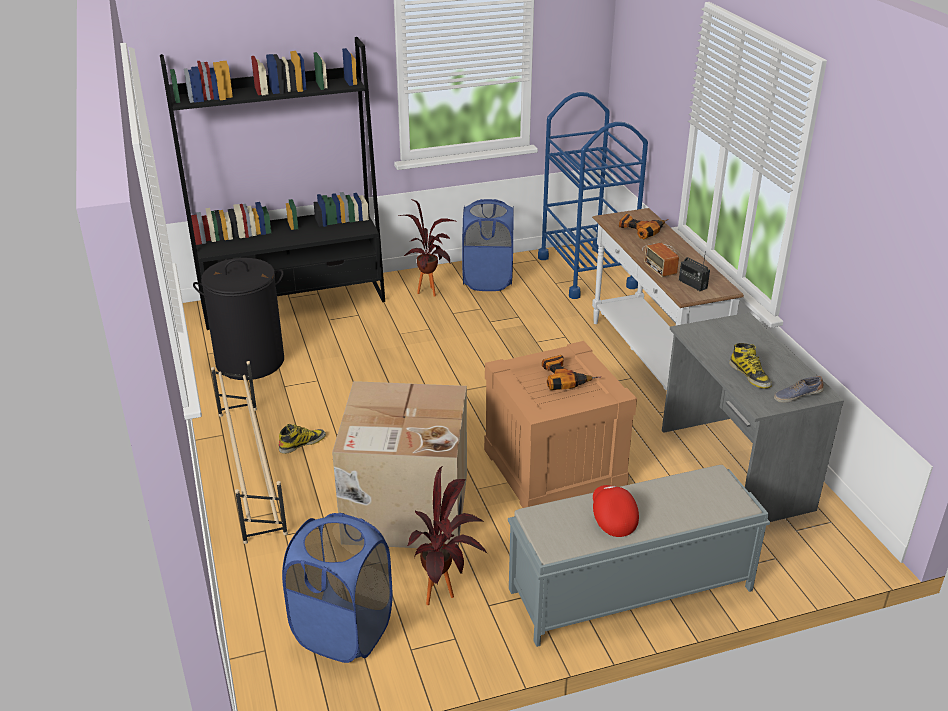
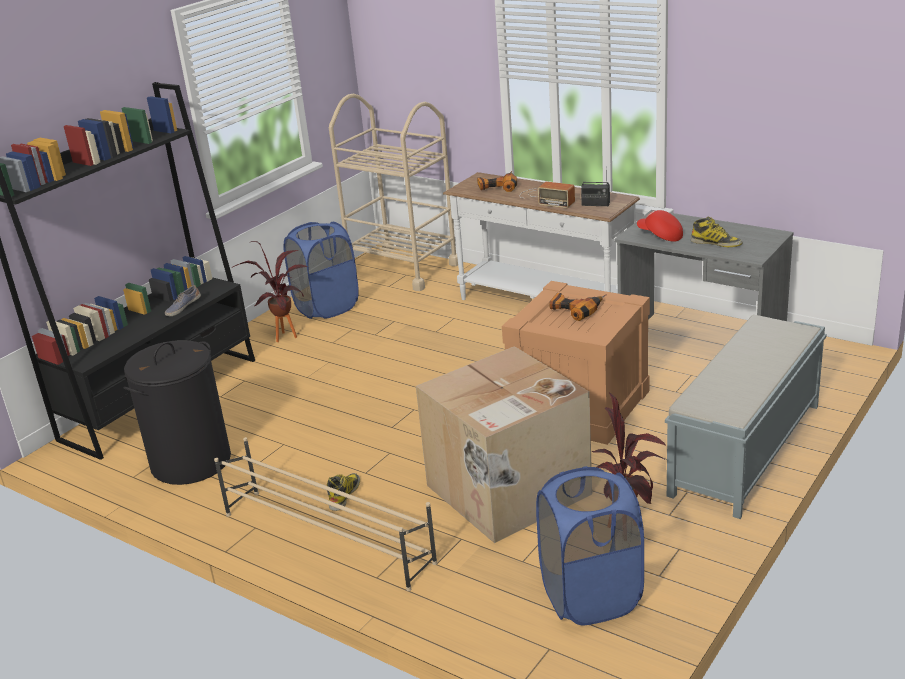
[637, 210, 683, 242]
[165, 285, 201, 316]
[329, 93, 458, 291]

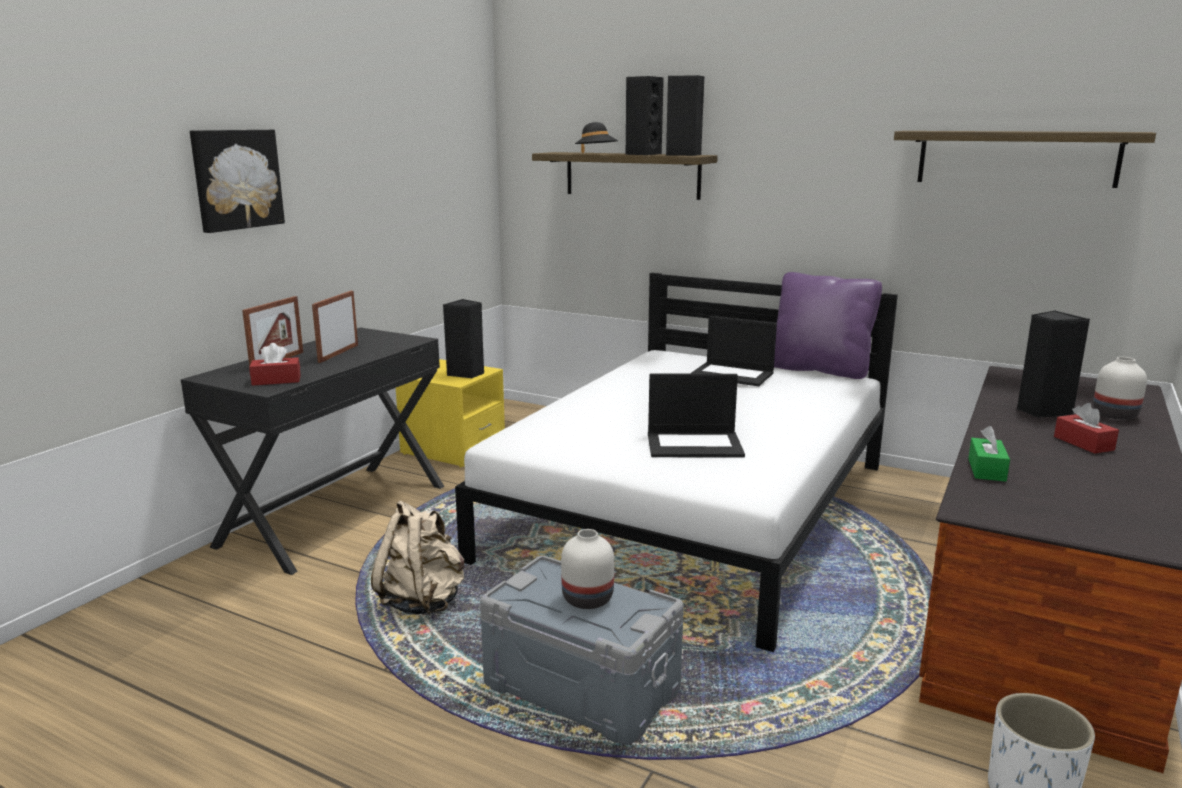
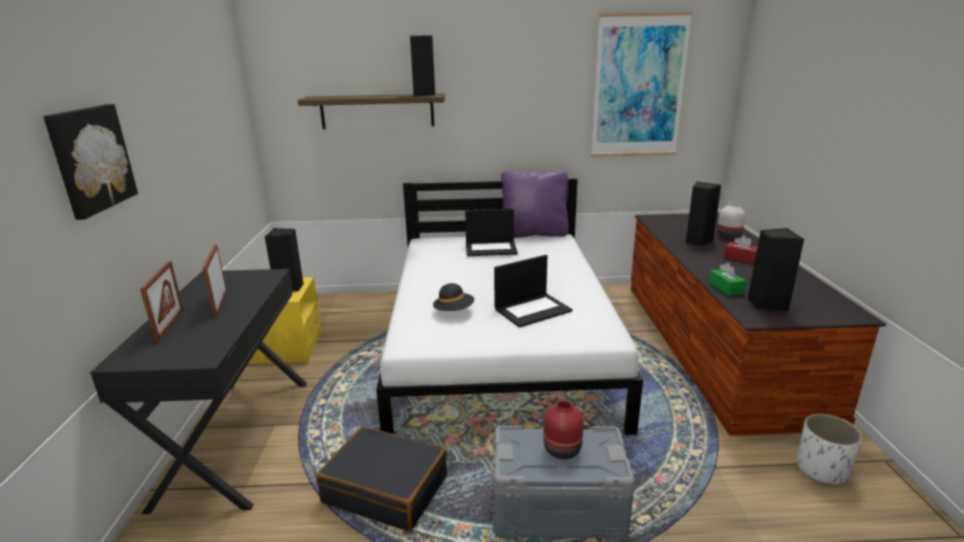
[249, 343, 301, 386] (first image)
[433, 283, 474, 311]
[748, 228, 804, 311]
[316, 426, 447, 531]
[591, 12, 693, 157]
[543, 401, 584, 459]

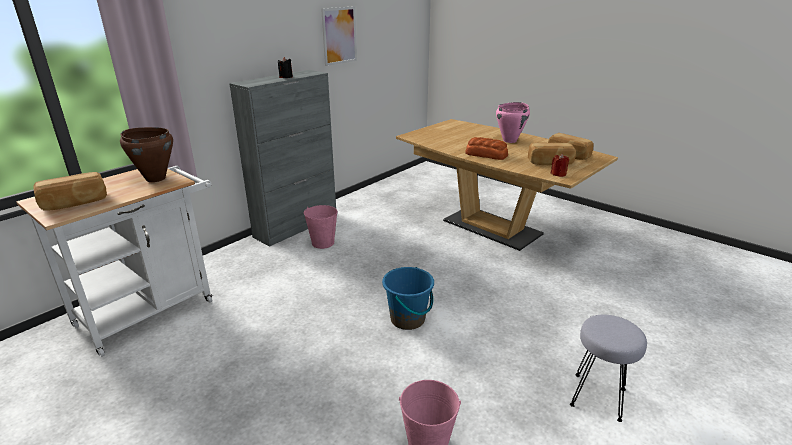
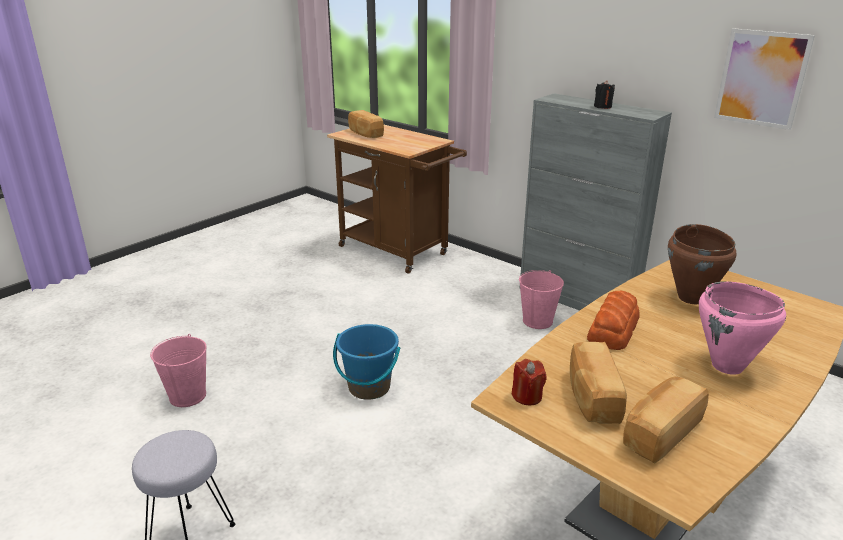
[668, 224, 737, 304]
[327, 125, 467, 274]

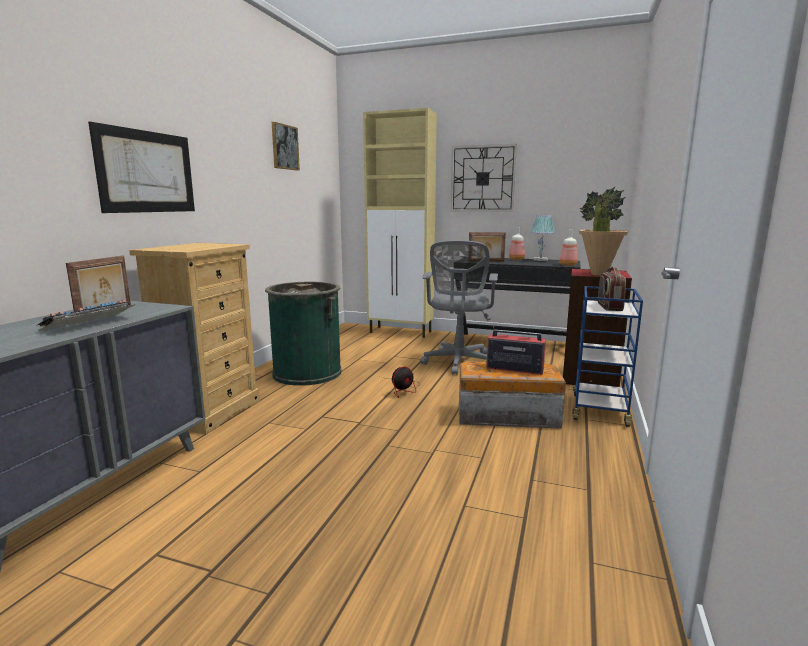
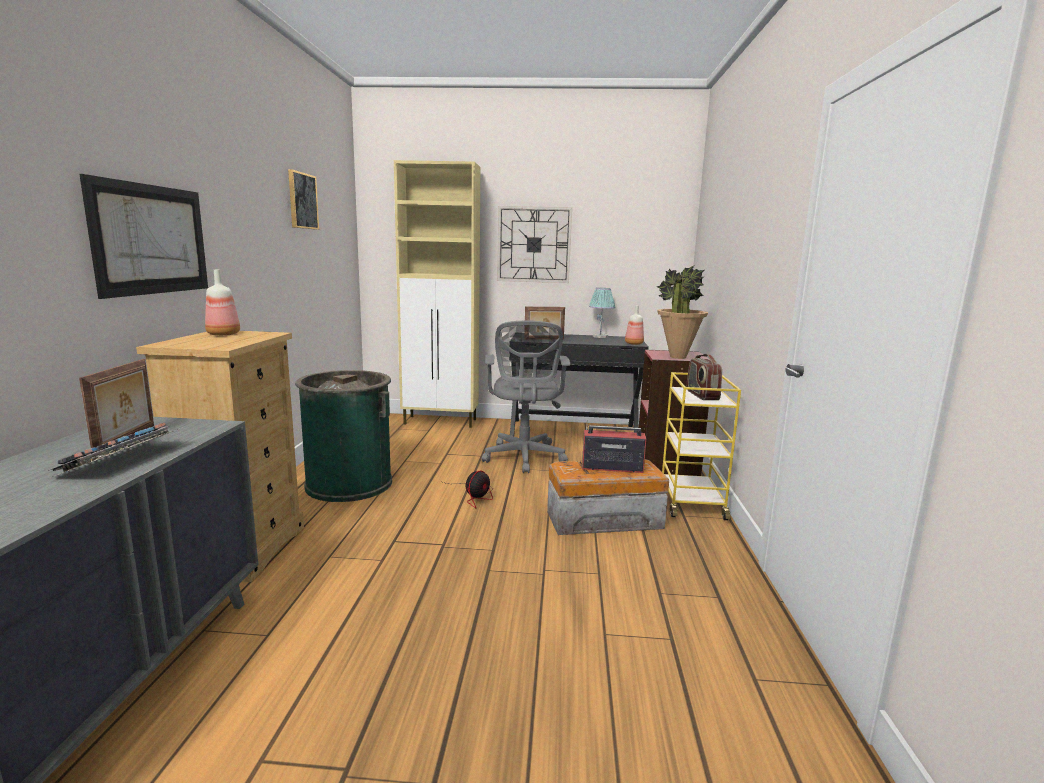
[205, 270, 240, 336]
[662, 372, 741, 520]

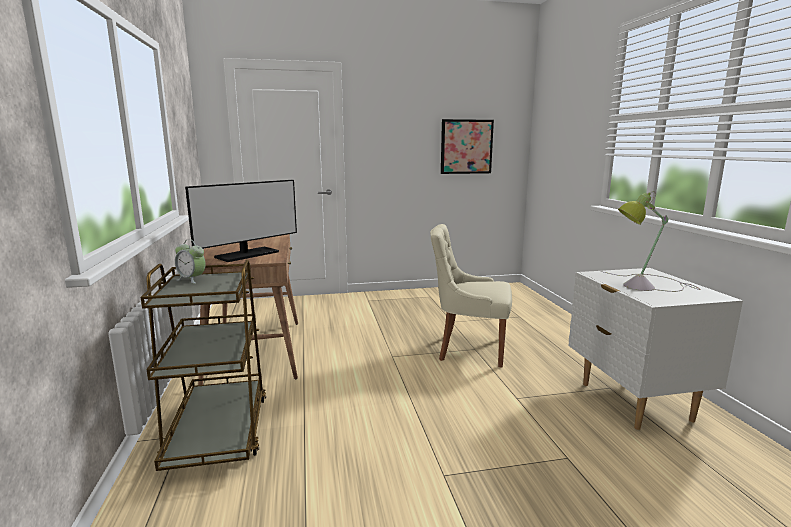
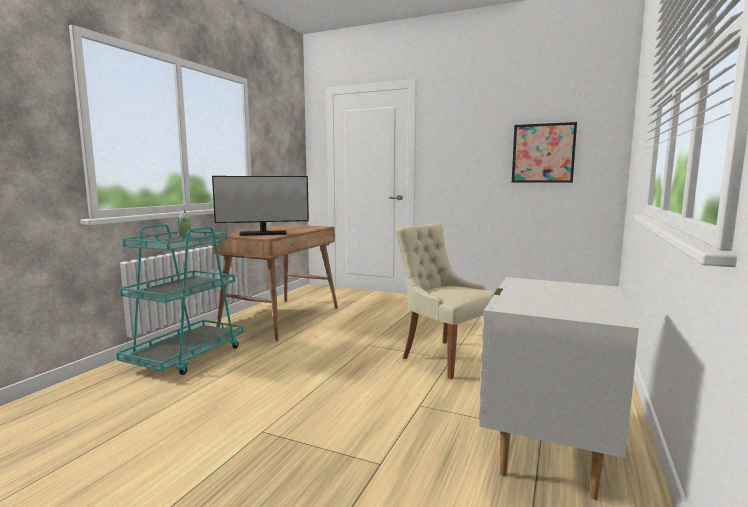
[600, 191, 700, 292] (first image)
[116, 224, 244, 375]

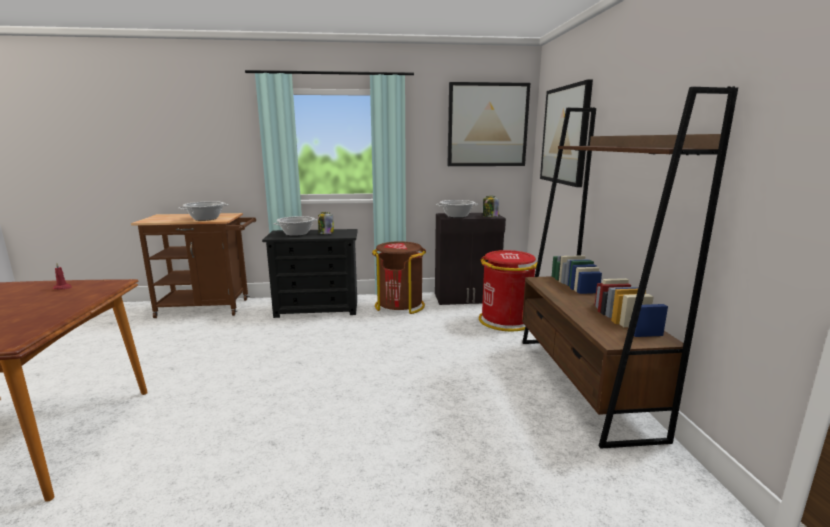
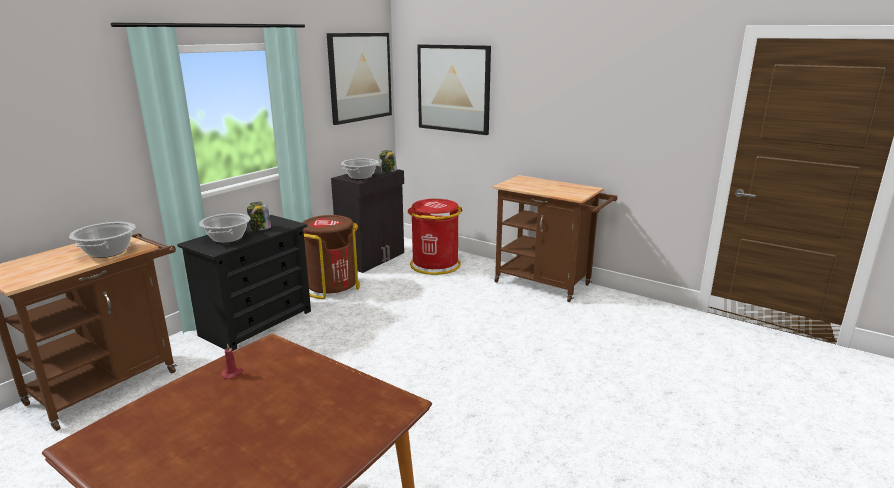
[493, 175, 617, 302]

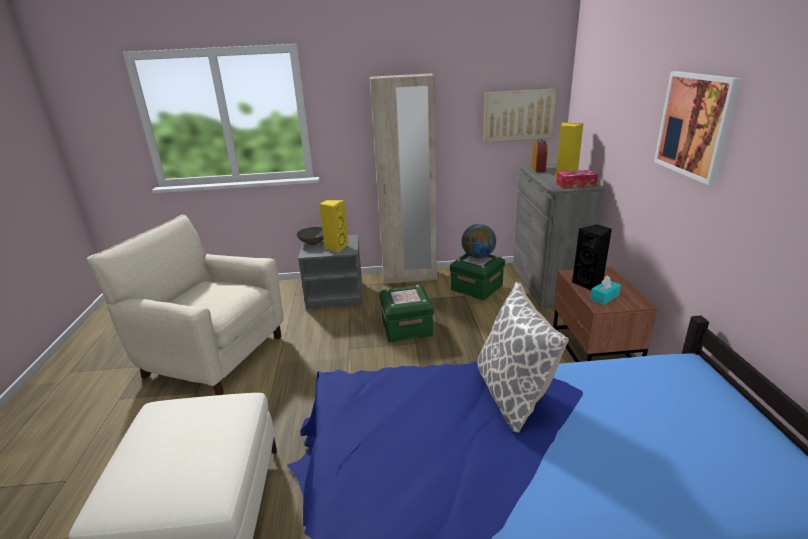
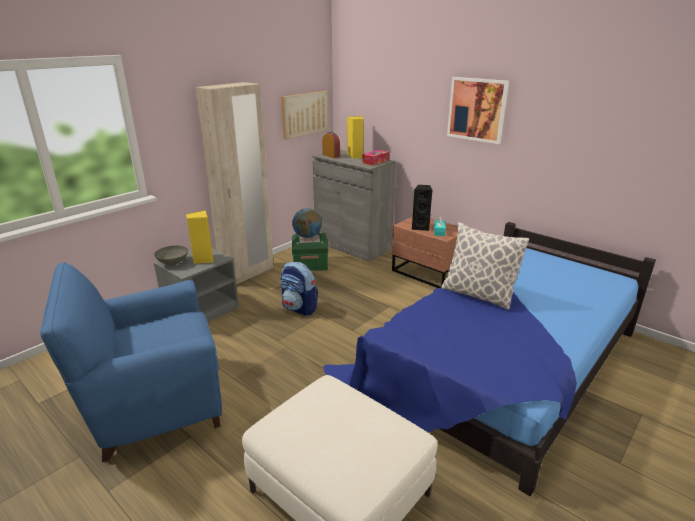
[280, 262, 318, 316]
[40, 262, 222, 462]

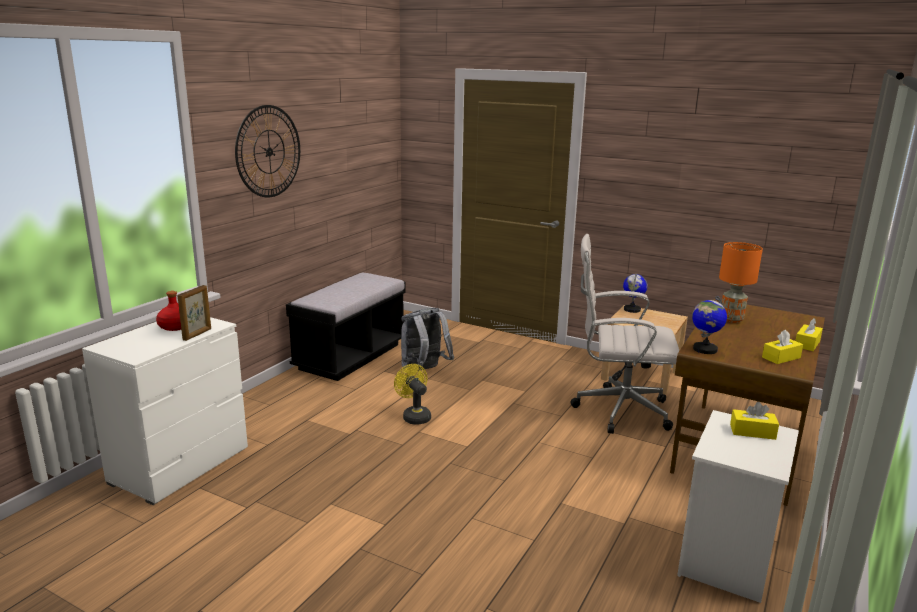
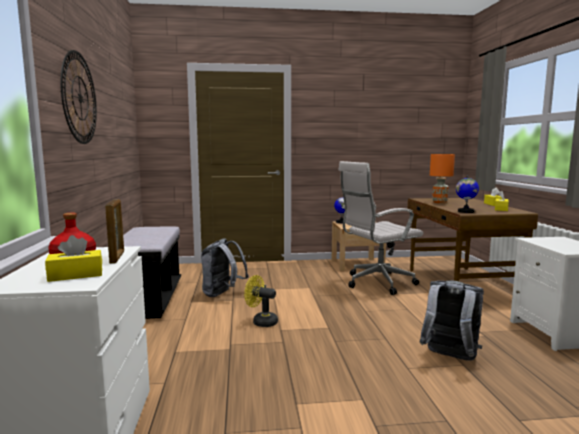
[420, 280, 484, 361]
[45, 235, 102, 282]

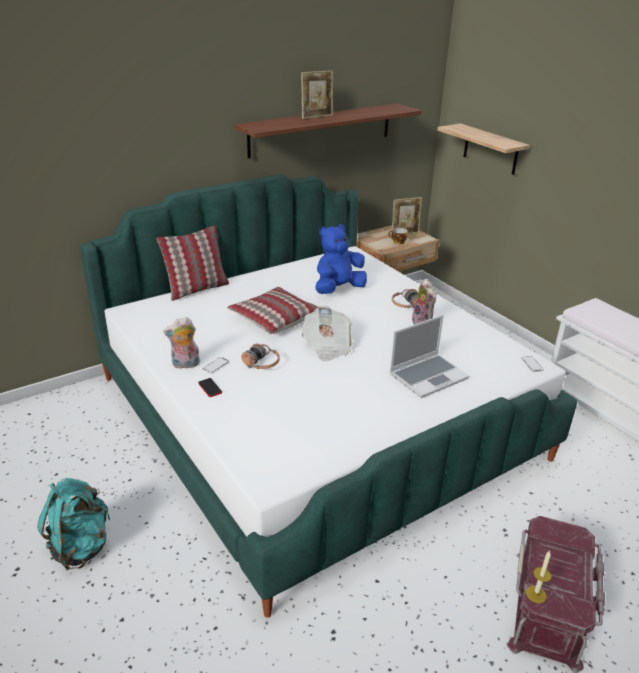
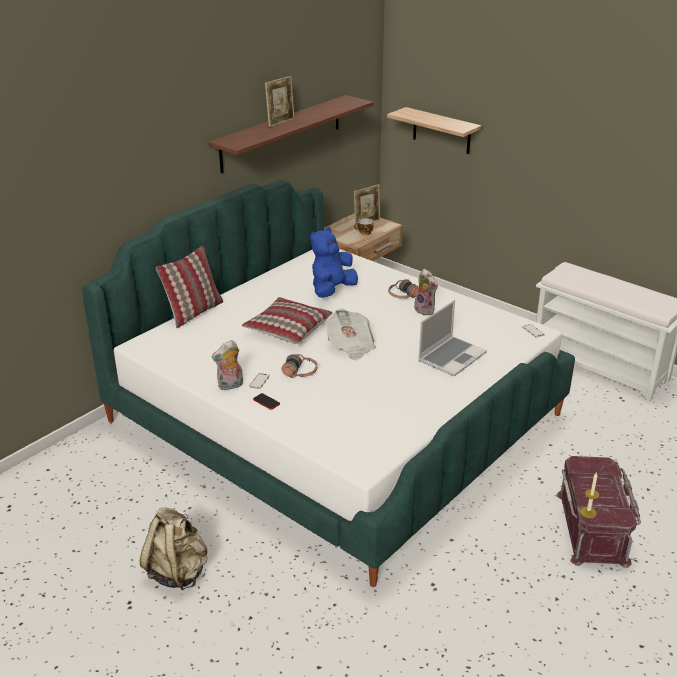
[140, 507, 207, 590]

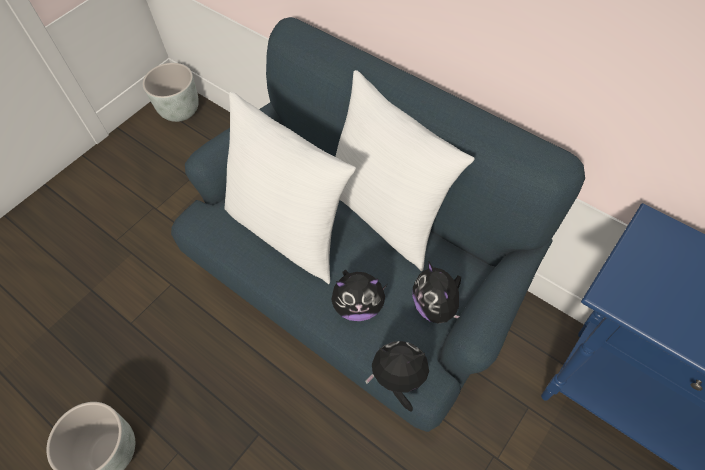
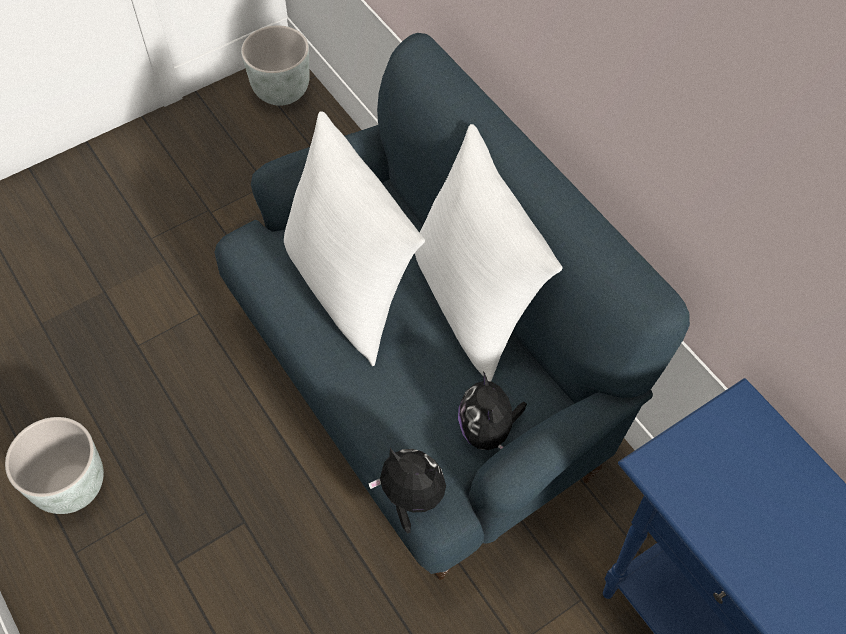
[331, 270, 388, 321] (first image)

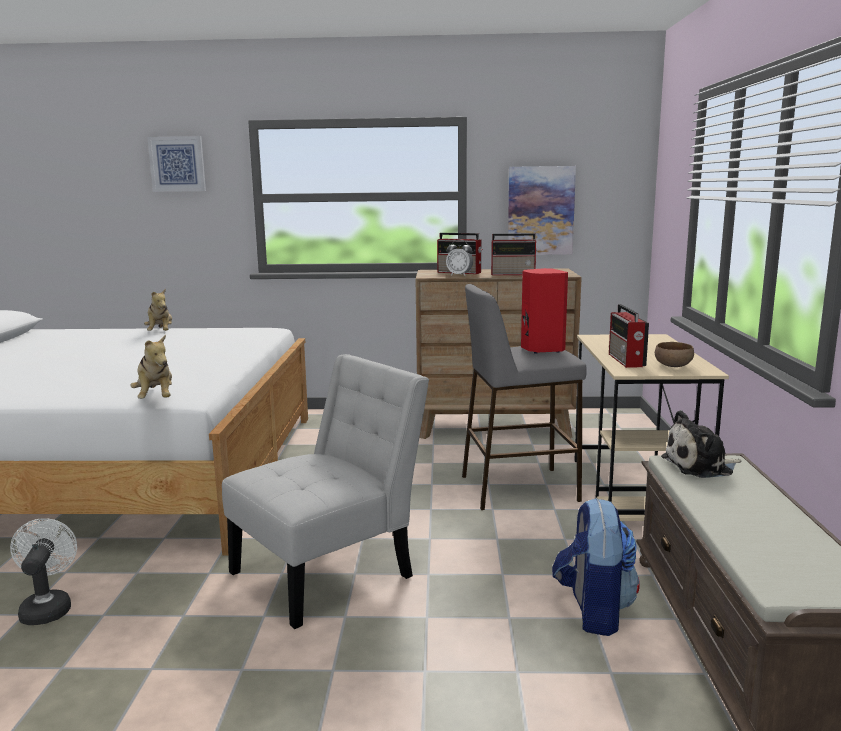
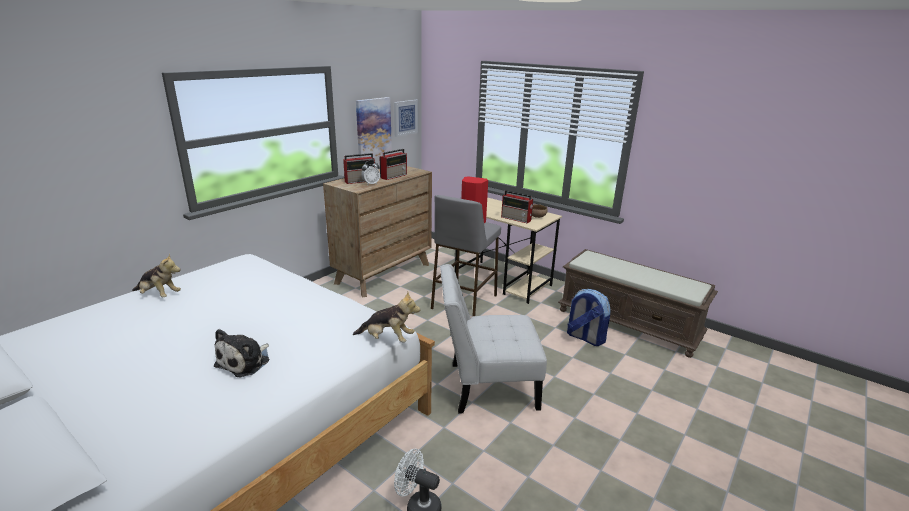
[394, 100, 418, 137]
[214, 329, 269, 377]
[440, 264, 547, 414]

